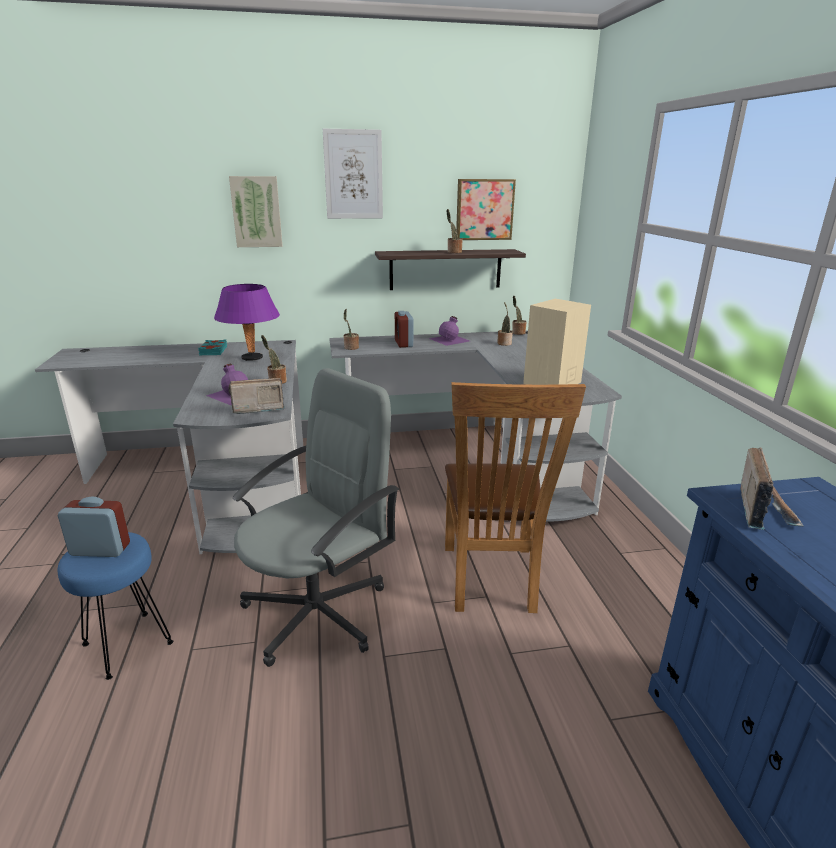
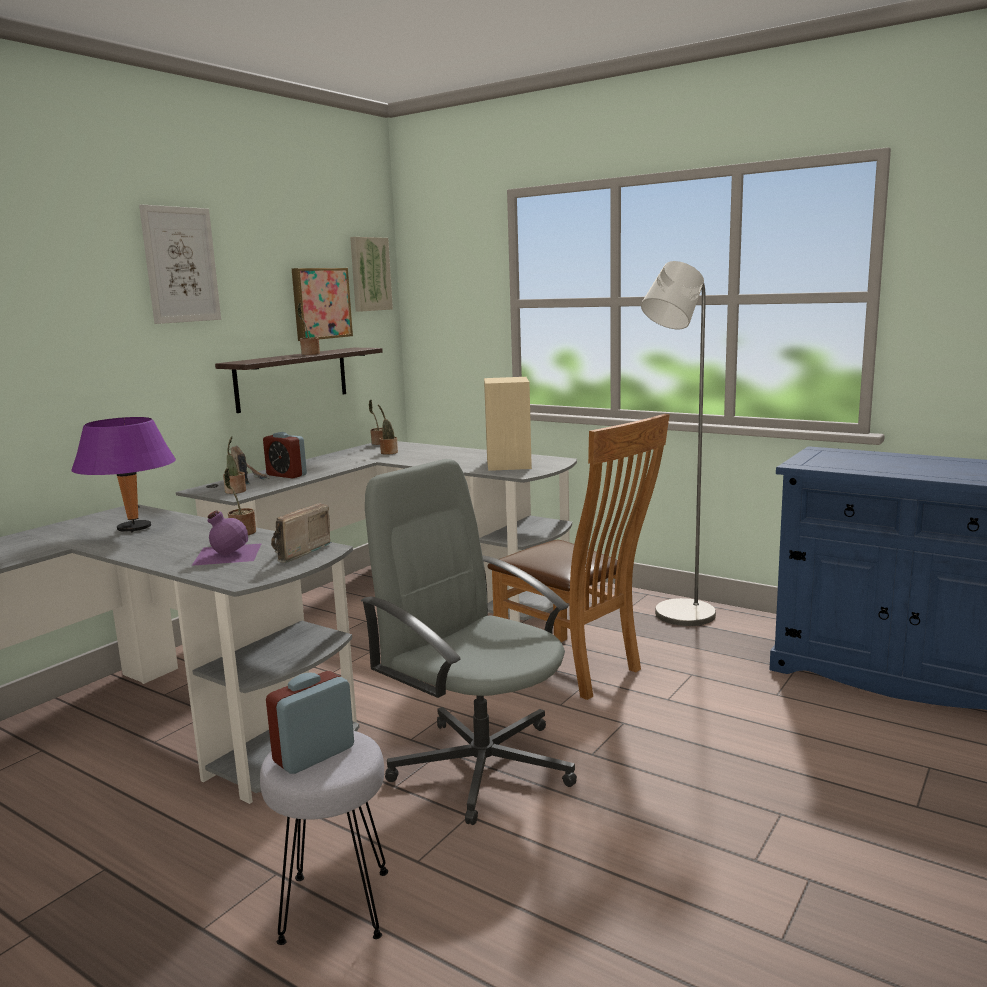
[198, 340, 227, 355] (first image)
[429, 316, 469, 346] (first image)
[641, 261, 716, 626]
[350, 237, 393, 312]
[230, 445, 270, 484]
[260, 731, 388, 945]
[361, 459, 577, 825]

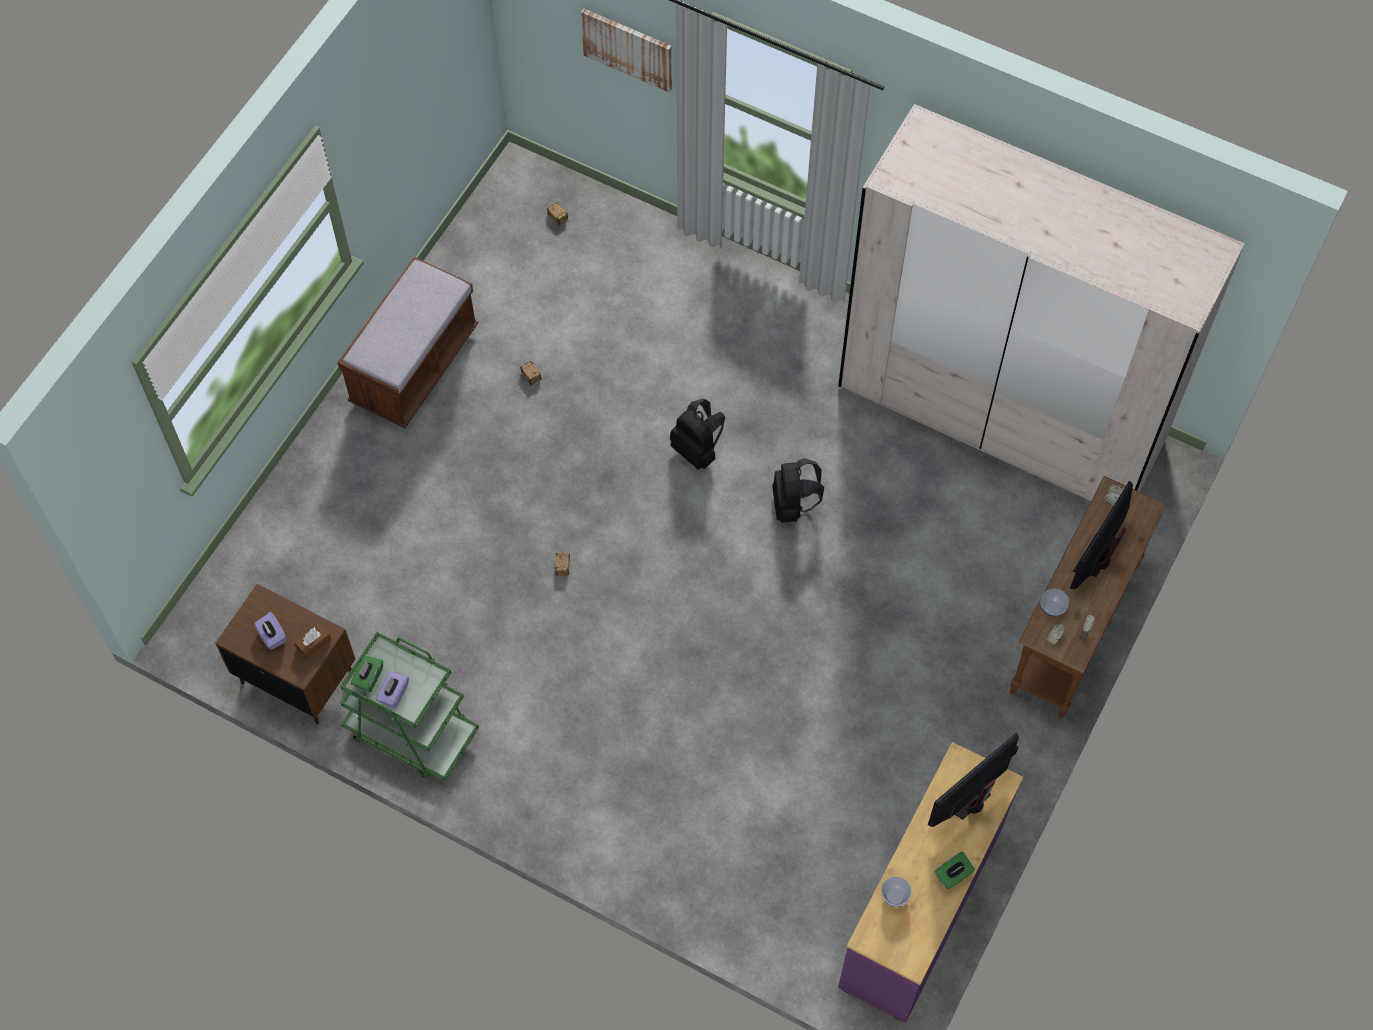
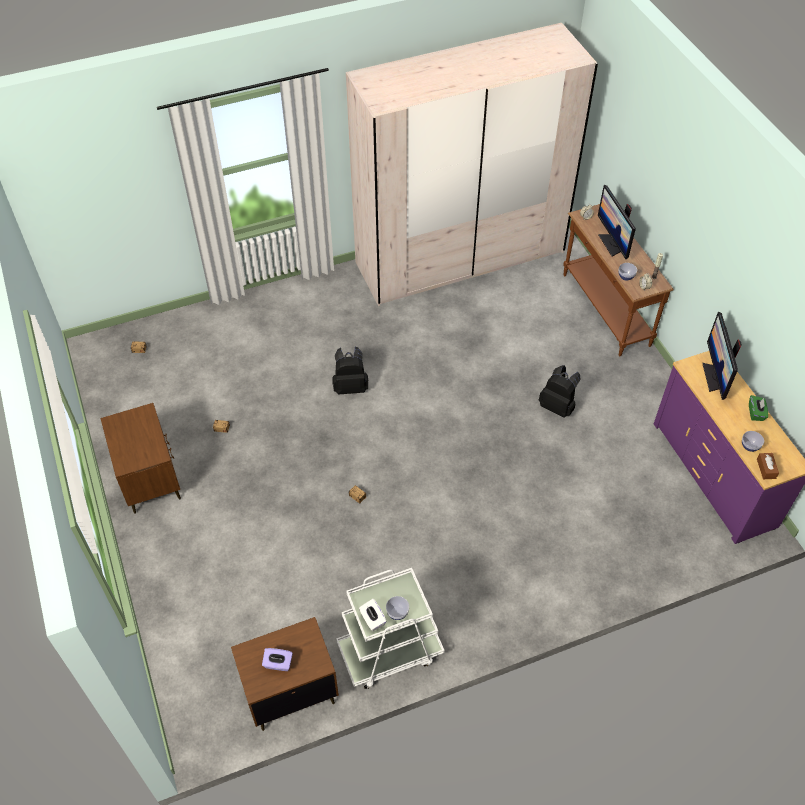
[581, 8, 672, 92] (first image)
[757, 453, 779, 479]
[539, 365, 581, 418]
[100, 403, 181, 514]
[386, 596, 409, 620]
[336, 568, 445, 689]
[359, 599, 387, 631]

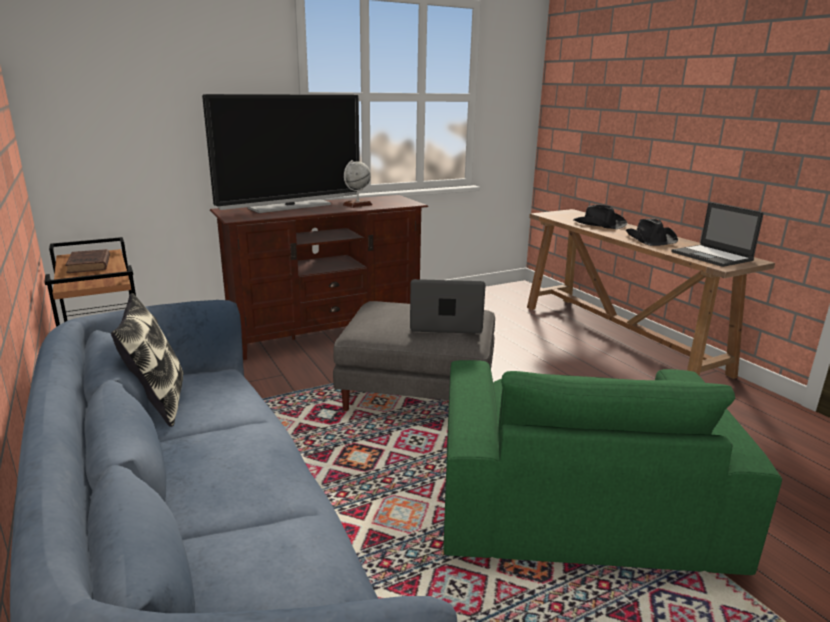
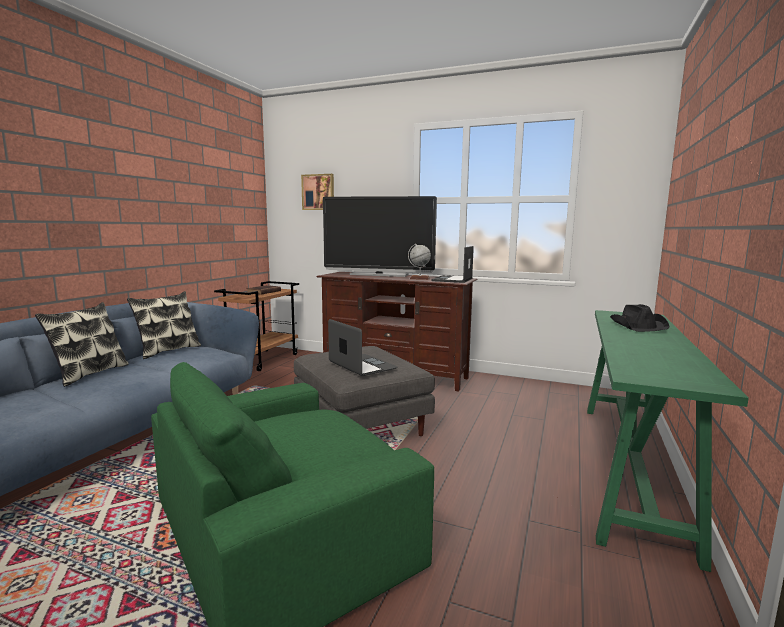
[626, 219, 678, 246] (first image)
[35, 302, 128, 387]
[301, 174, 334, 210]
[431, 246, 474, 283]
[587, 310, 749, 572]

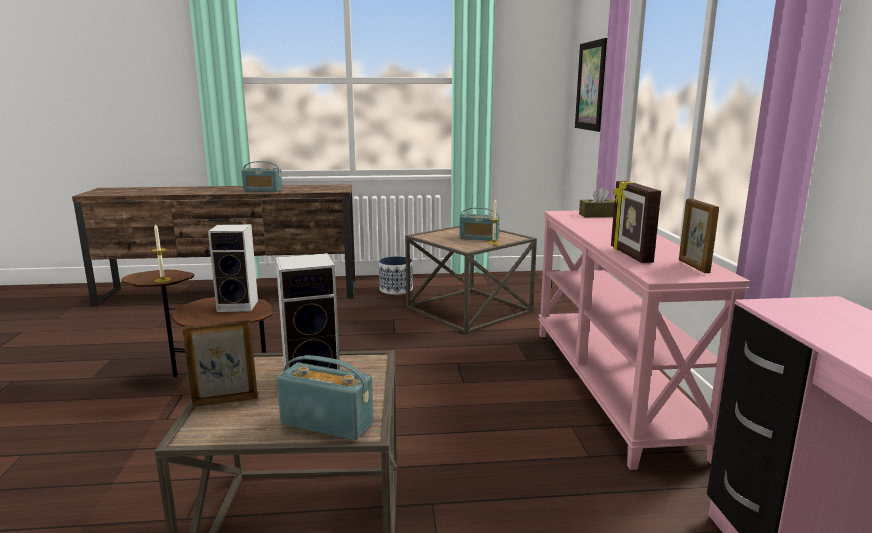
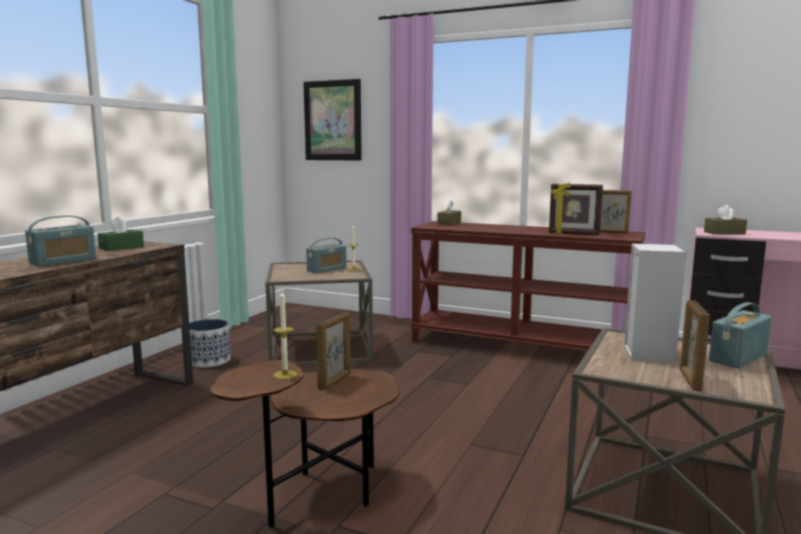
[98, 216, 144, 251]
[704, 205, 747, 234]
[316, 312, 350, 391]
[410, 221, 646, 351]

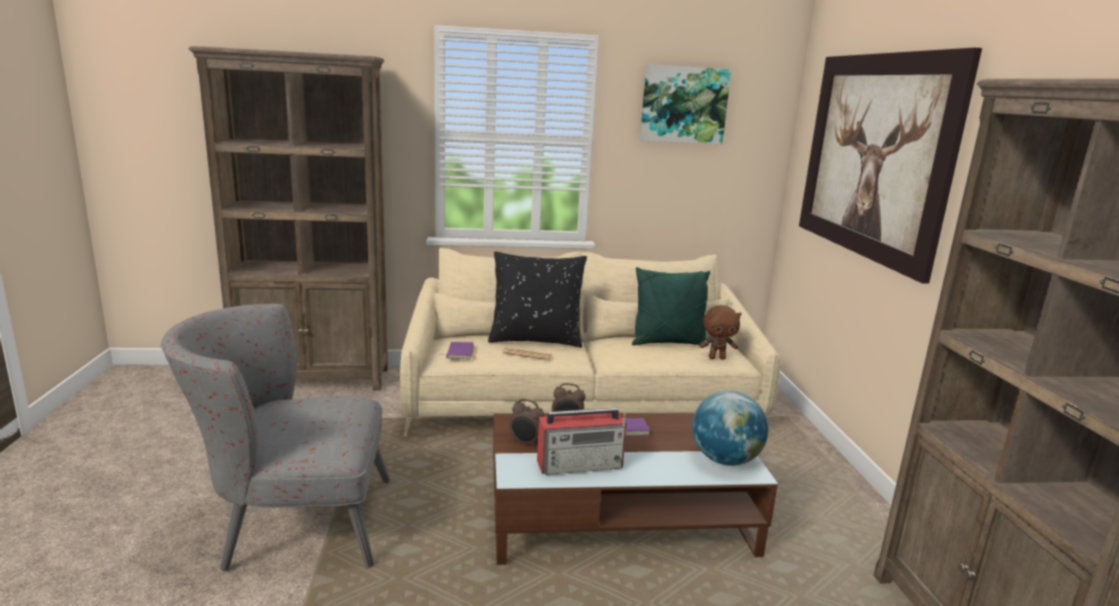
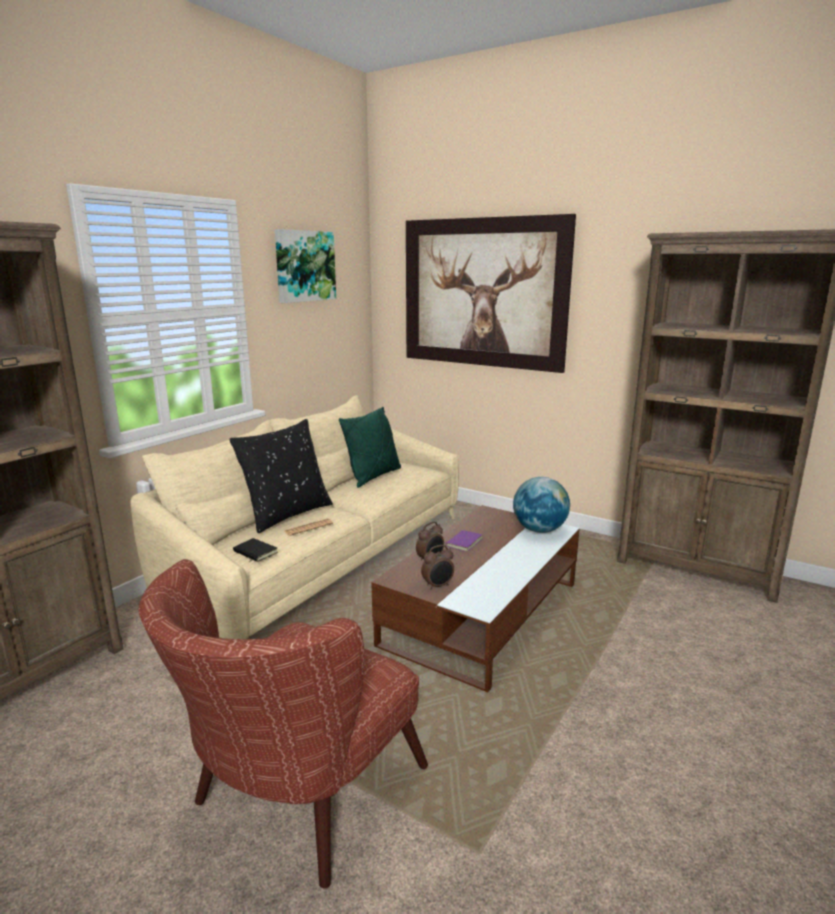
[537, 408, 627, 475] (first image)
[699, 305, 742, 360] (first image)
[138, 559, 428, 888]
[233, 538, 278, 562]

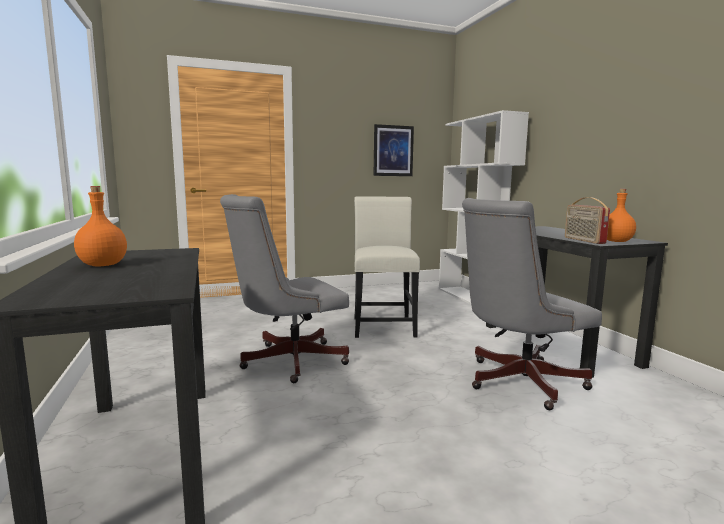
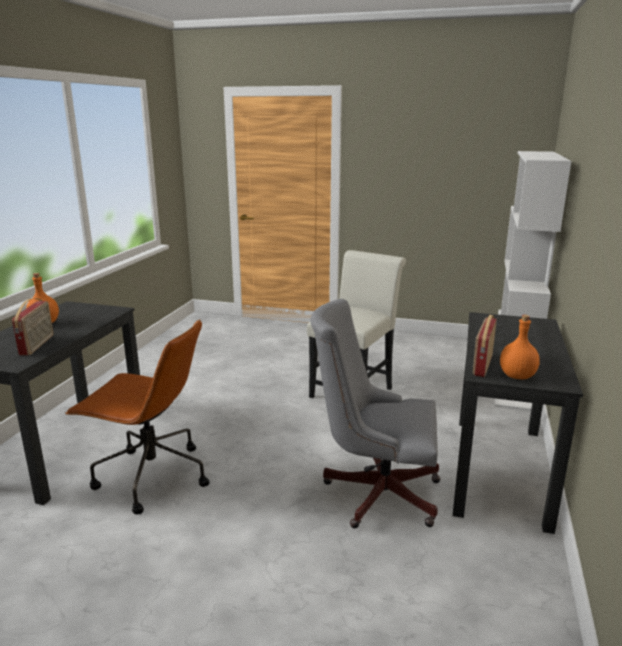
[220, 194, 349, 383] (first image)
[374, 124, 414, 176] (first image)
[12, 298, 53, 355]
[65, 319, 210, 515]

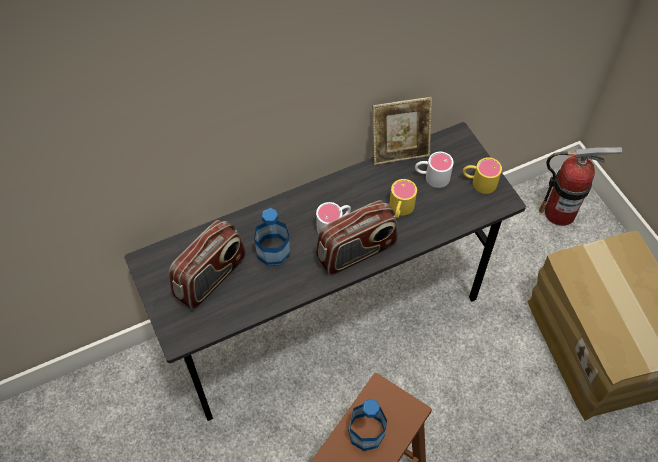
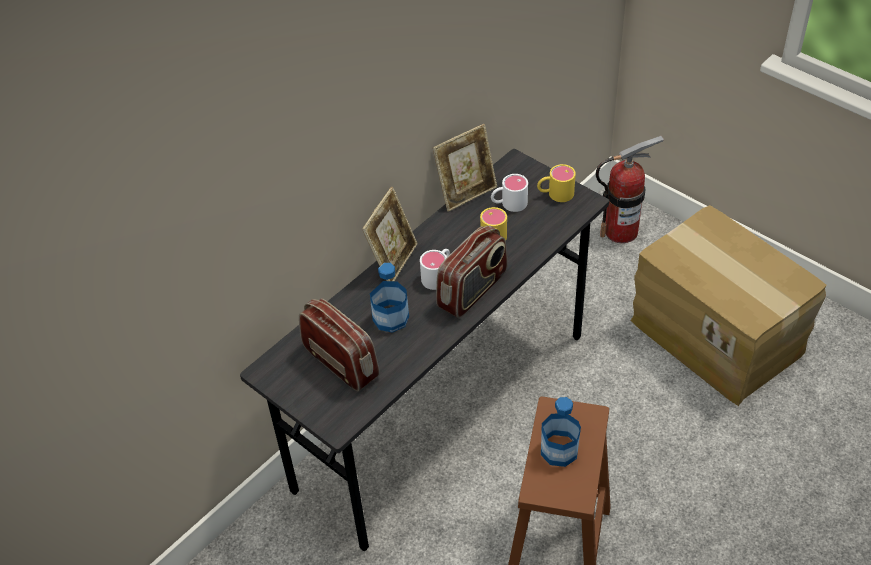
[362, 187, 418, 281]
[299, 298, 380, 391]

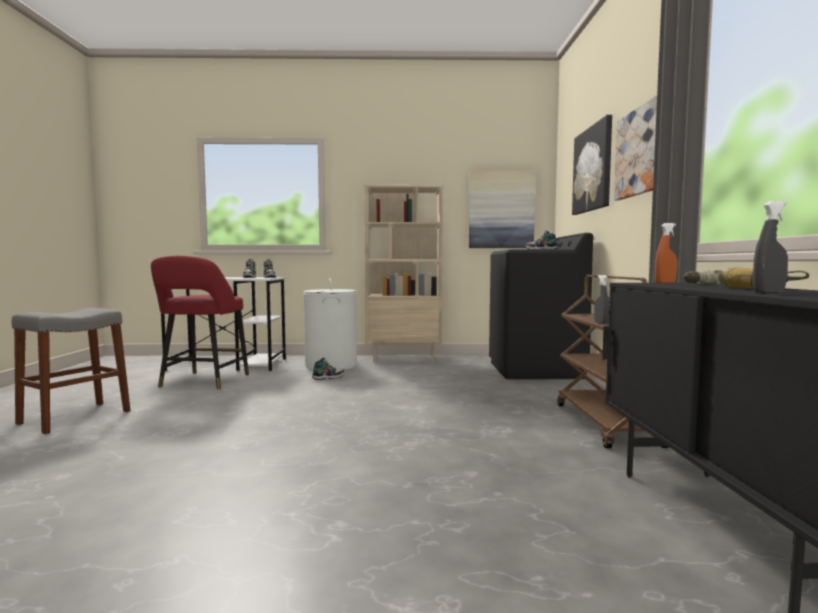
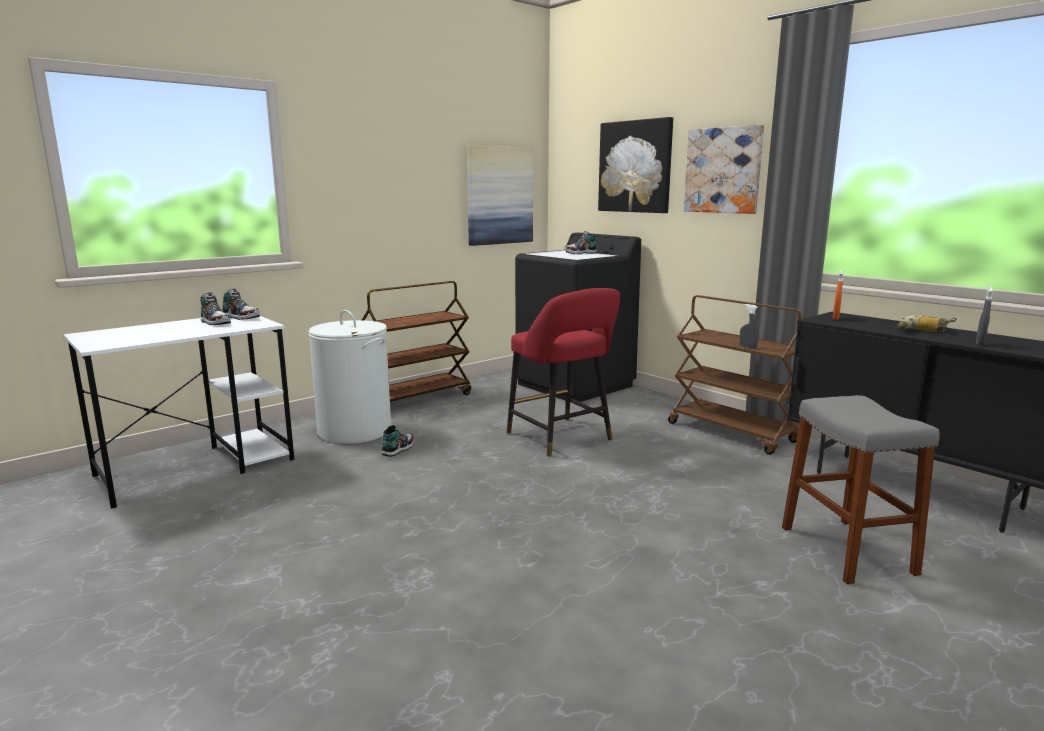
[782, 395, 940, 584]
[507, 288, 620, 457]
[362, 281, 471, 402]

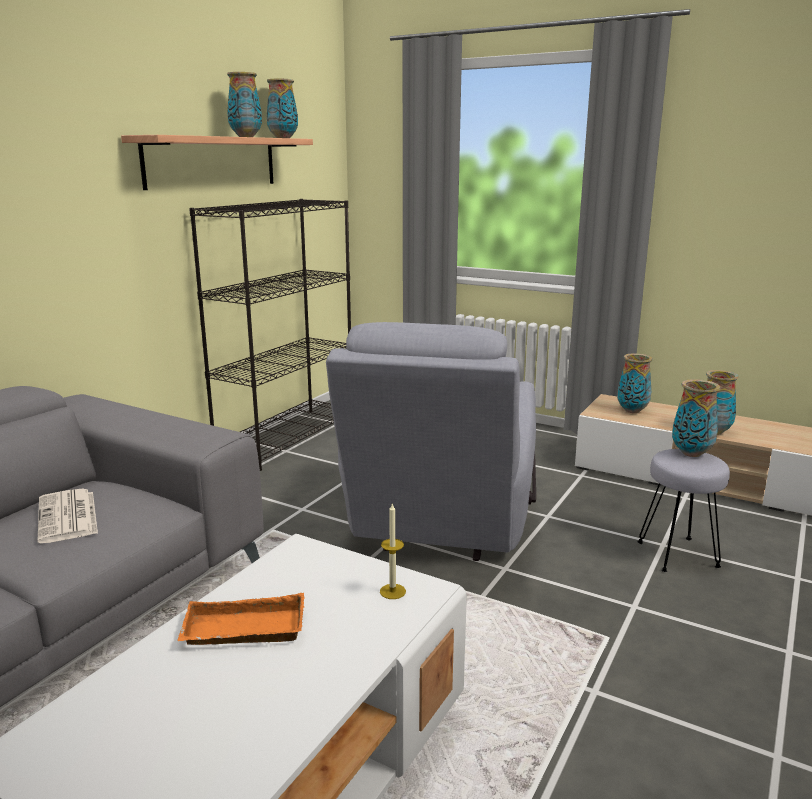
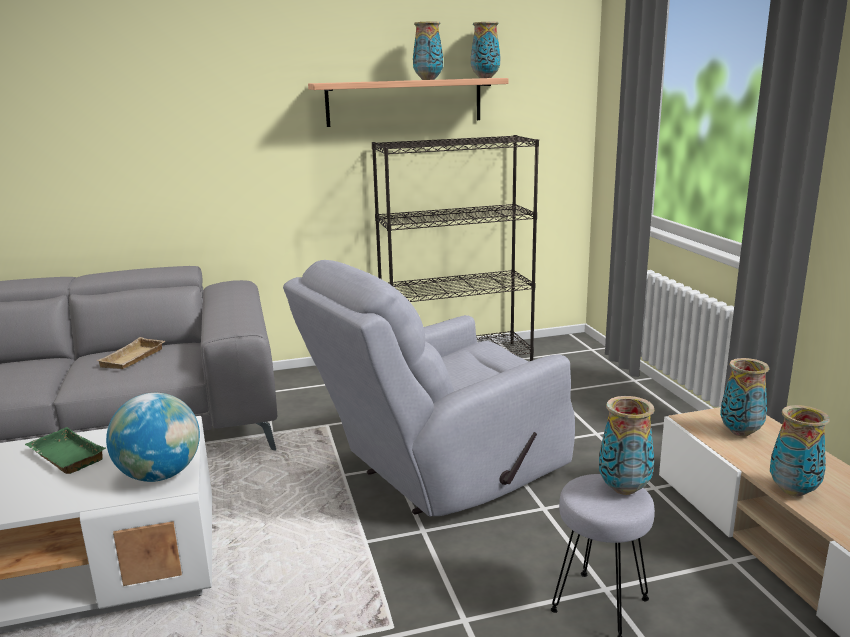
[96, 337, 165, 369]
[106, 393, 200, 482]
[25, 427, 106, 474]

